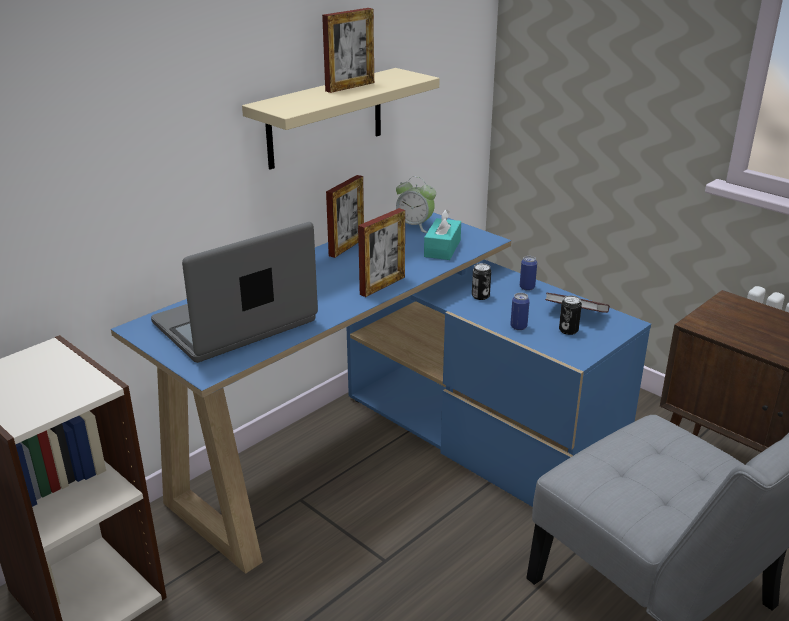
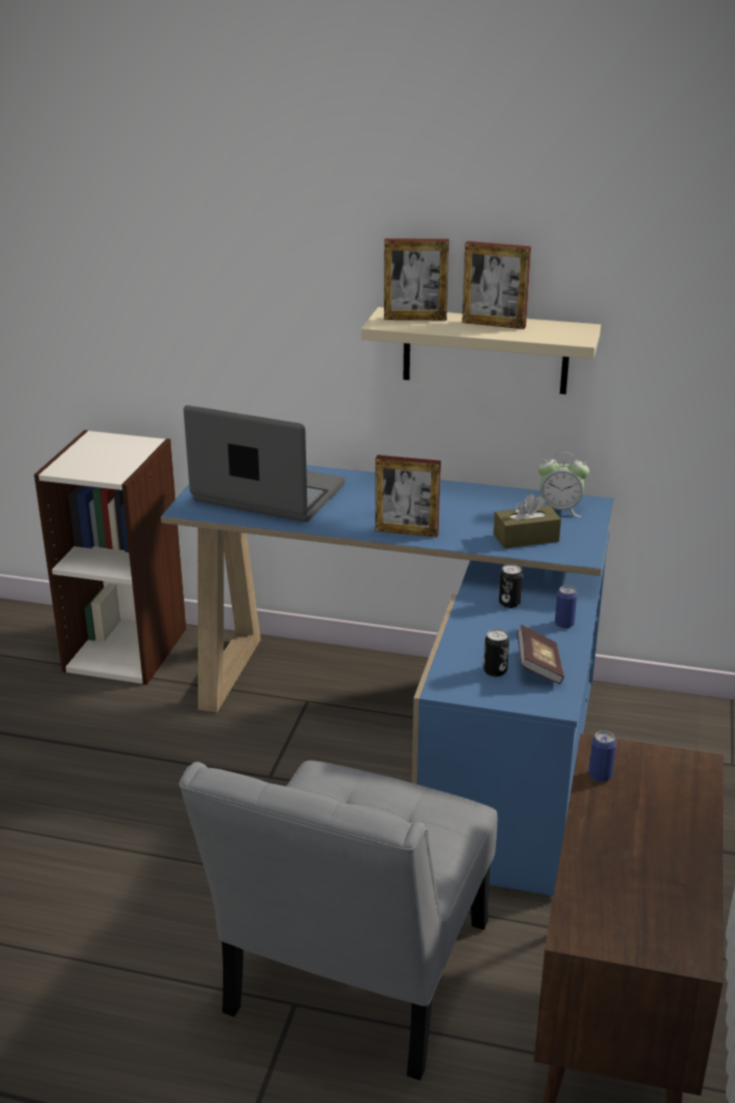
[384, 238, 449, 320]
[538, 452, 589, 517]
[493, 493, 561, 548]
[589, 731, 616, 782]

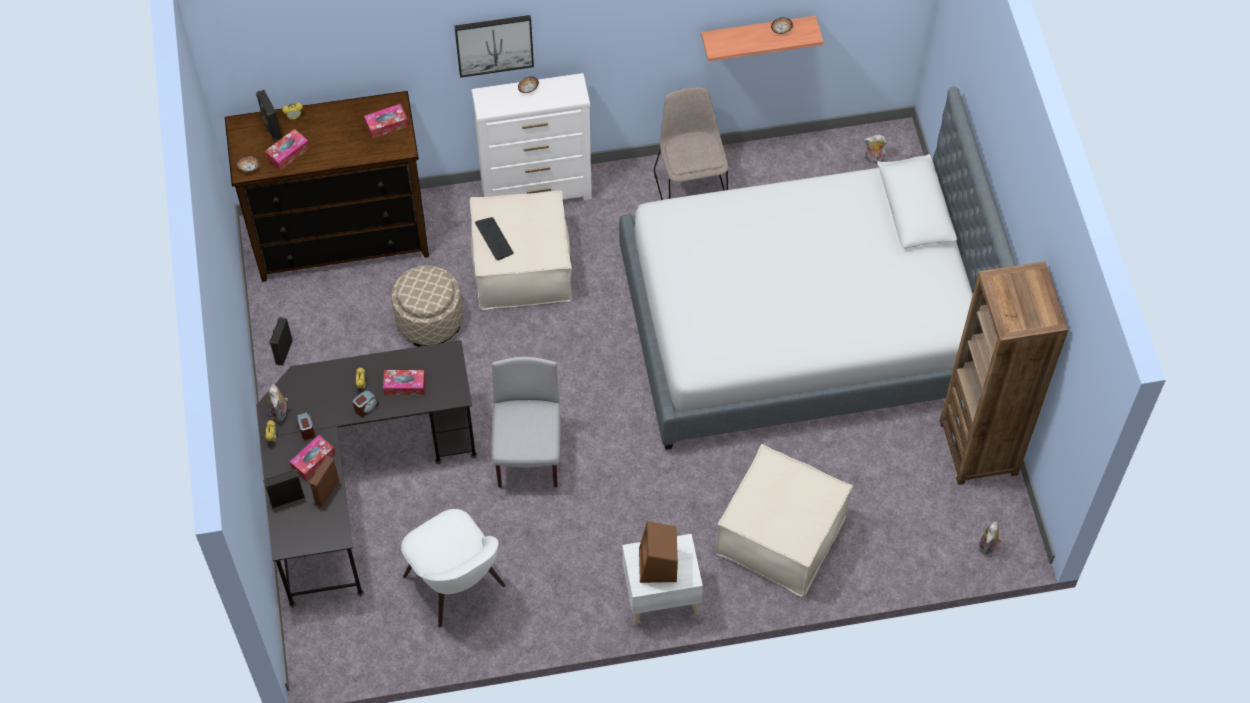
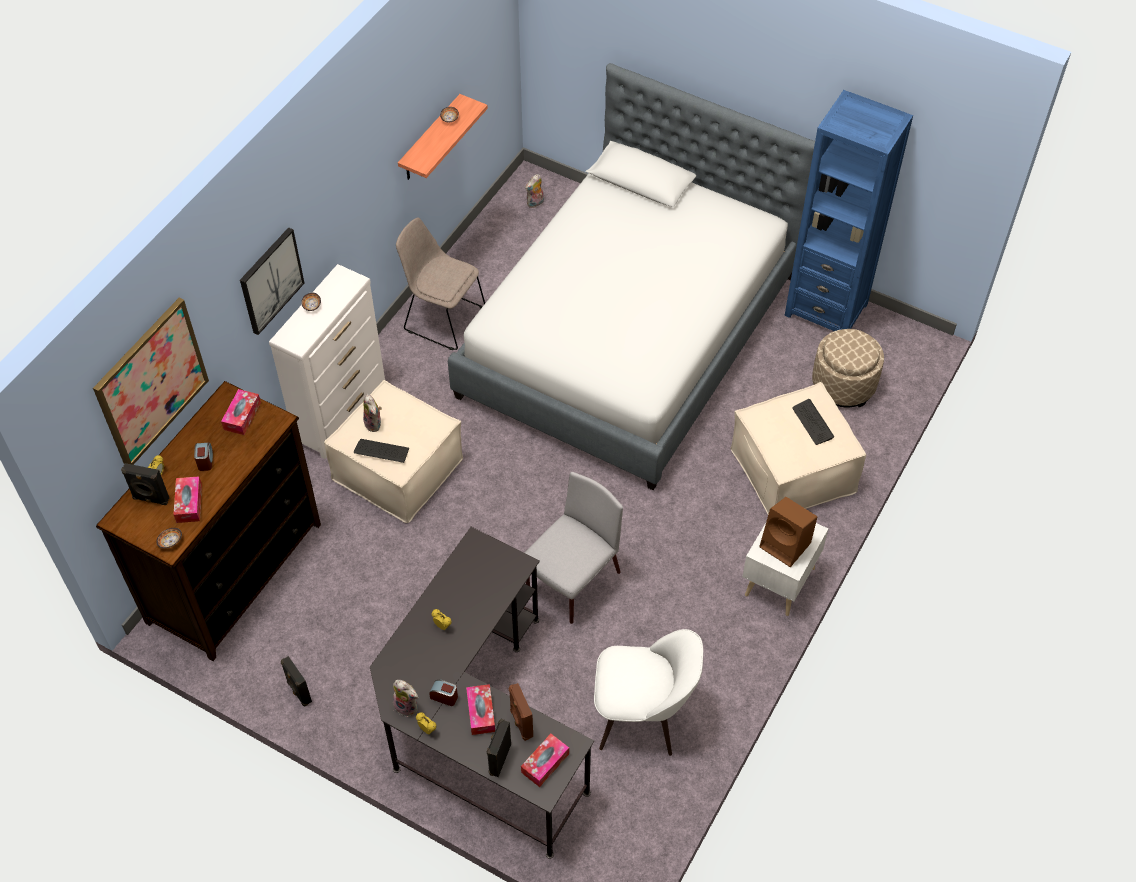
[194, 443, 213, 471]
[521, 734, 569, 787]
[812, 329, 884, 407]
[525, 472, 623, 624]
[785, 90, 913, 331]
[363, 394, 382, 432]
[93, 297, 209, 465]
[792, 399, 834, 445]

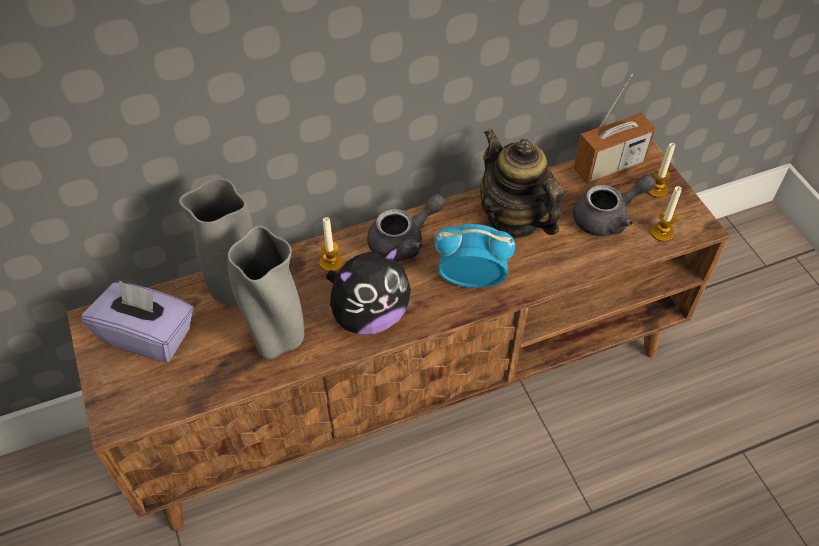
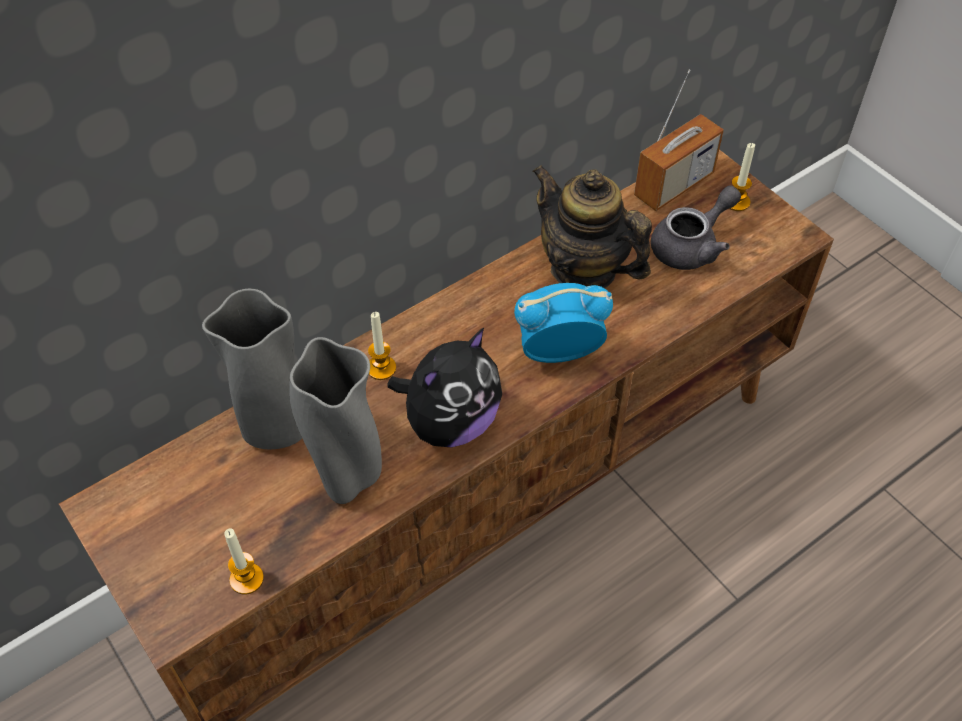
[81, 280, 193, 363] (first image)
[367, 194, 445, 262] (first image)
[225, 528, 264, 595]

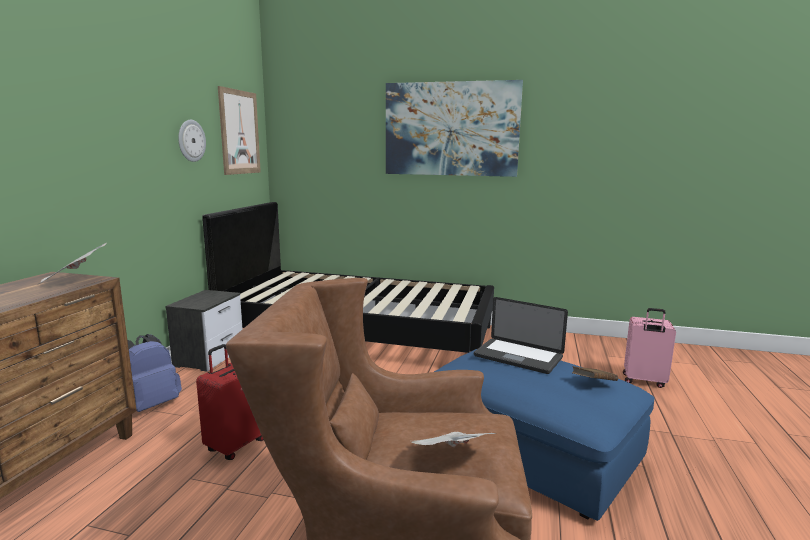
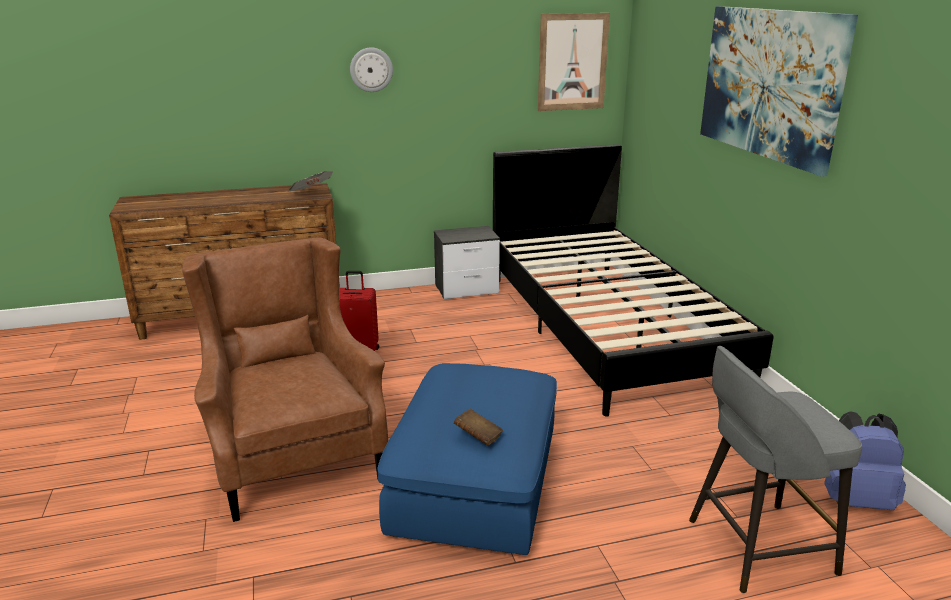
[824, 411, 906, 510]
[350, 47, 393, 92]
[411, 432, 499, 447] (first image)
[474, 297, 568, 374] (first image)
[689, 346, 862, 593]

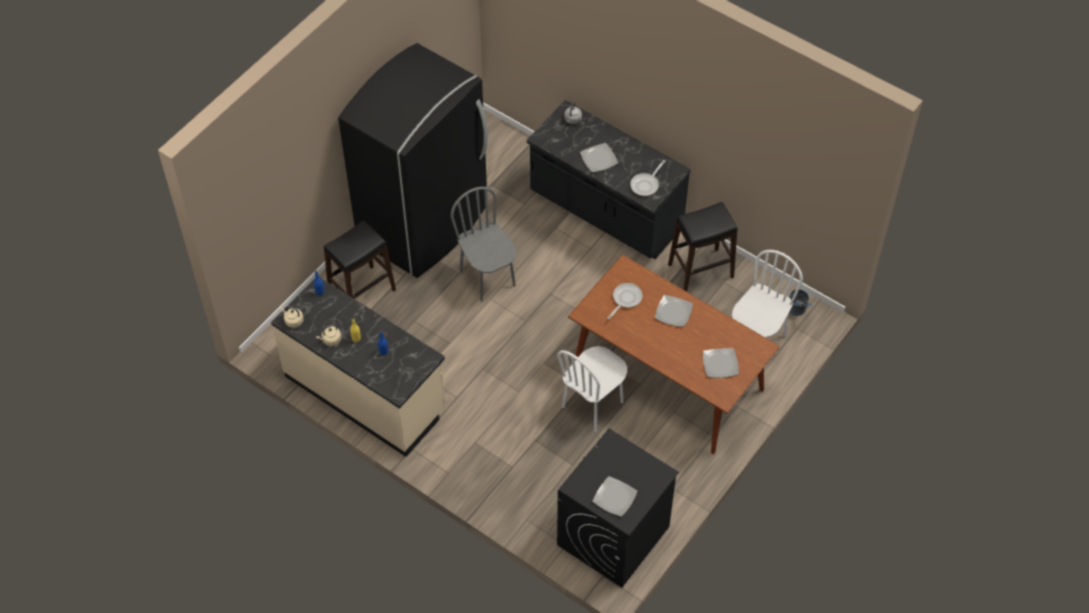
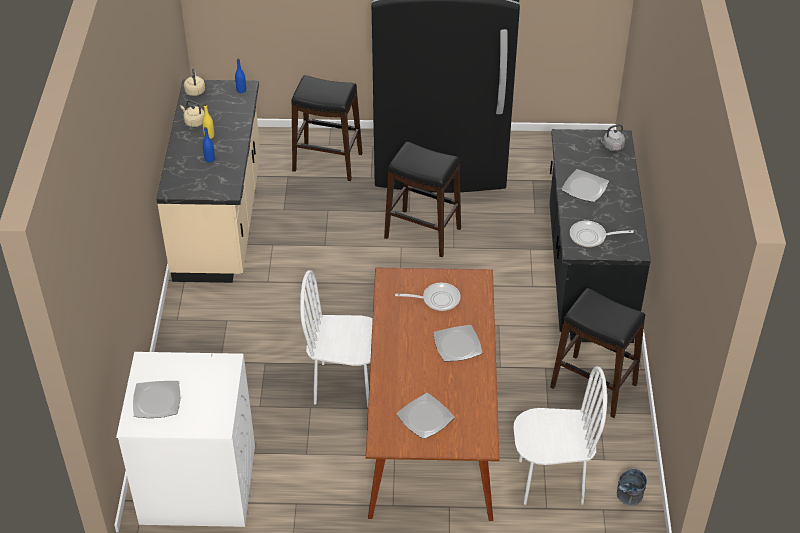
[384, 142, 461, 257]
[116, 352, 255, 527]

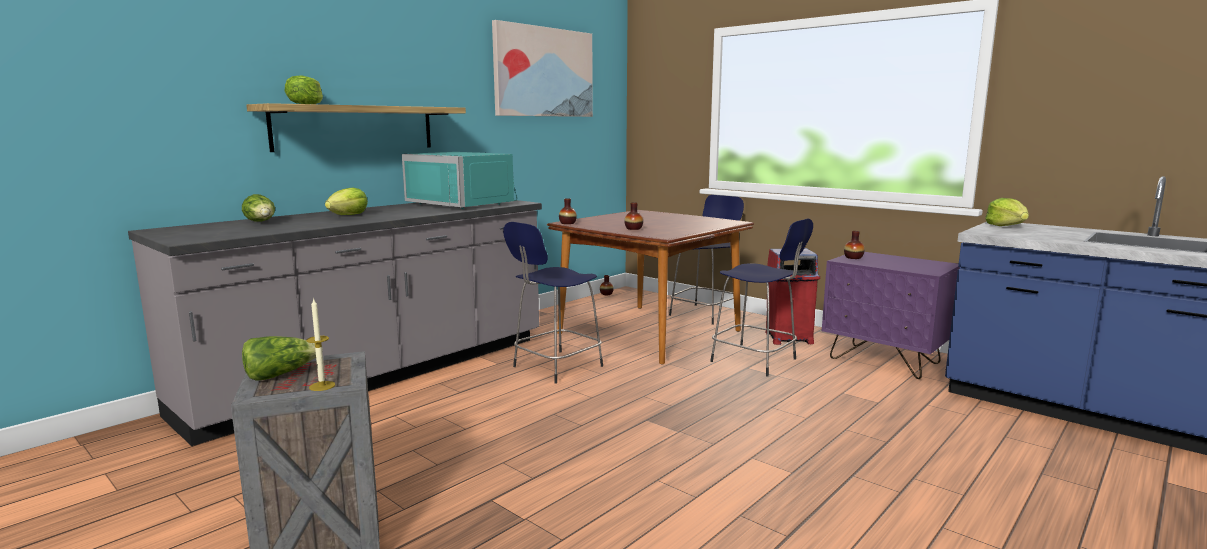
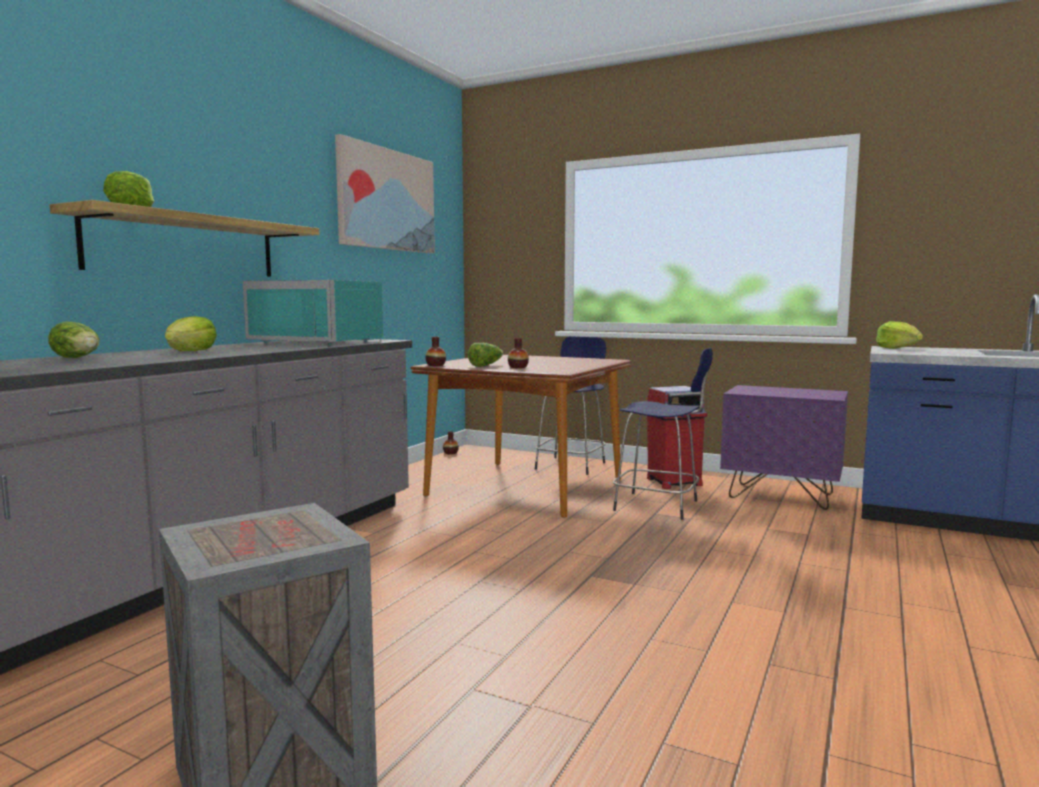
[468, 343, 503, 367]
[306, 298, 335, 391] (first image)
[503, 222, 603, 384] (first image)
[844, 231, 865, 259] (first image)

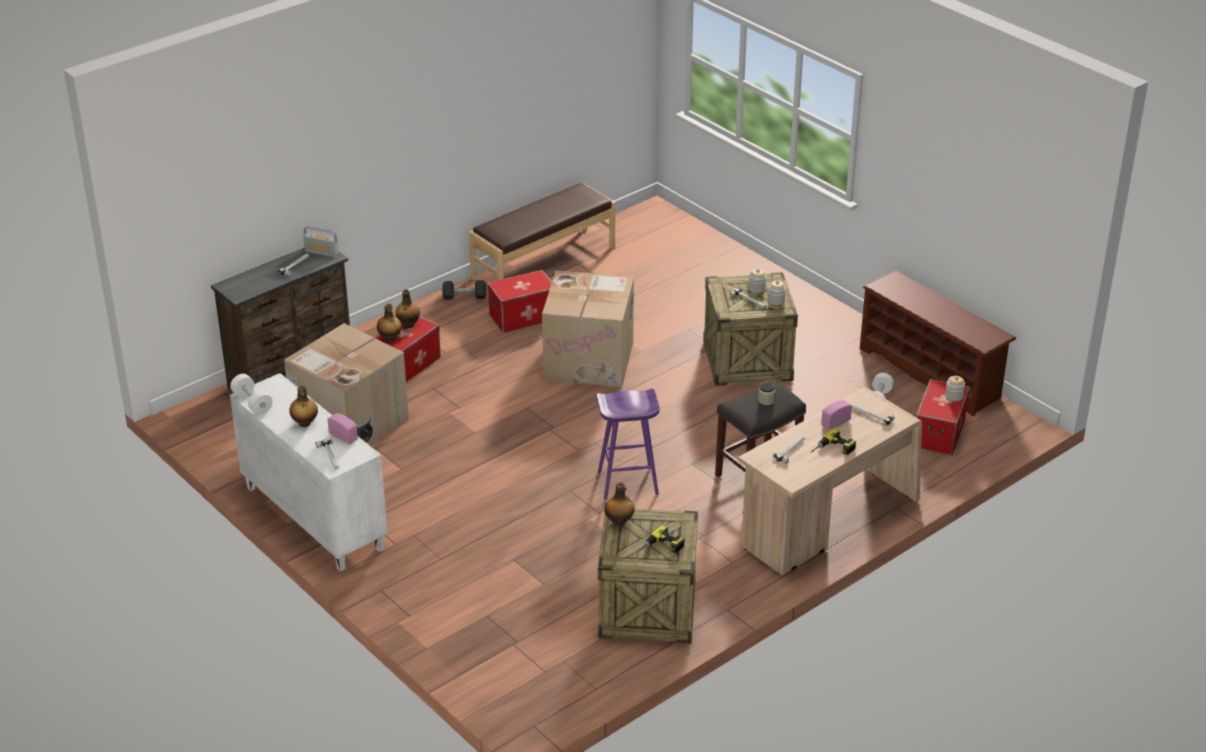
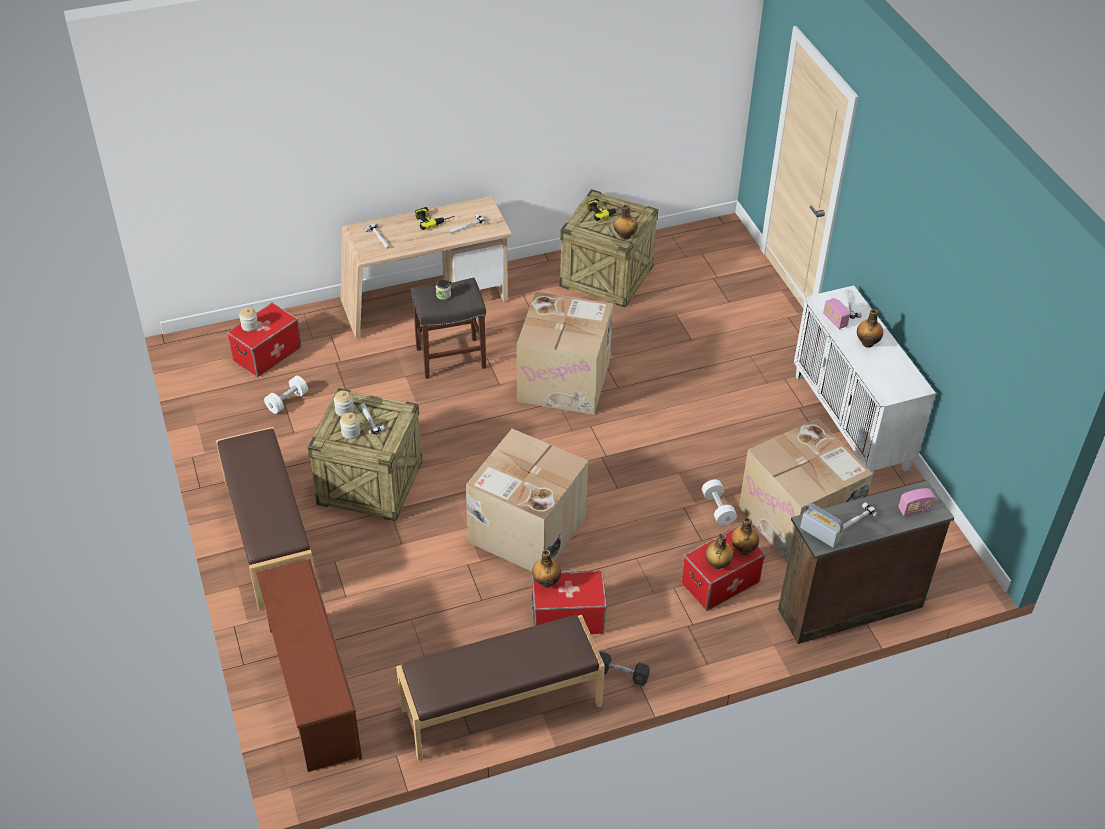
[702, 479, 737, 526]
[517, 291, 613, 415]
[898, 488, 936, 516]
[256, 559, 362, 772]
[216, 427, 316, 610]
[532, 550, 561, 588]

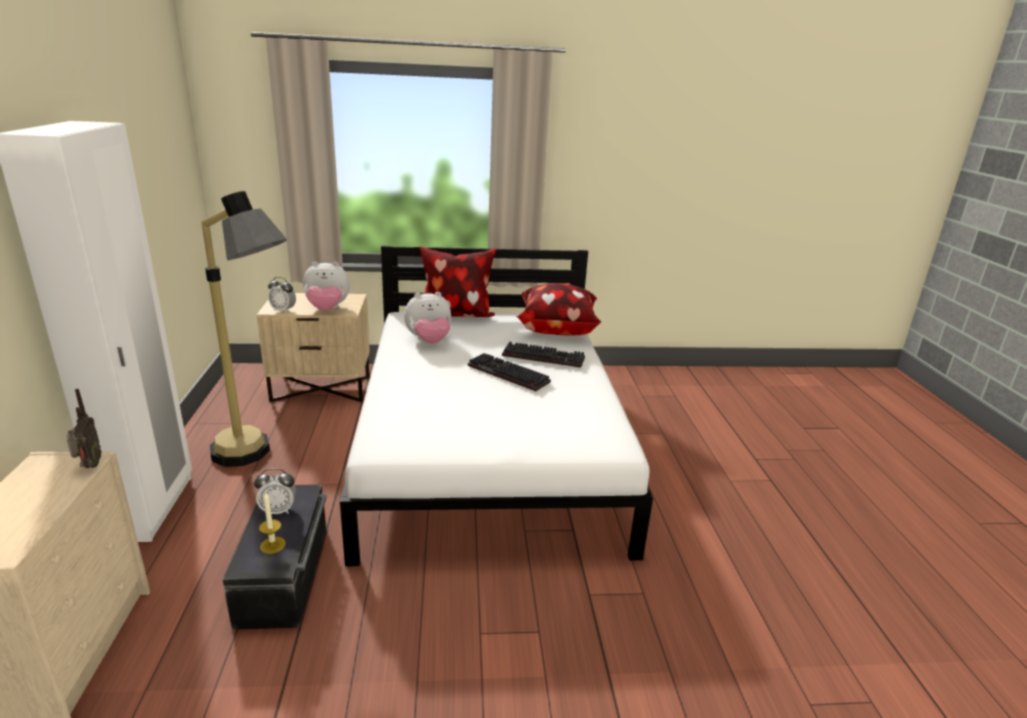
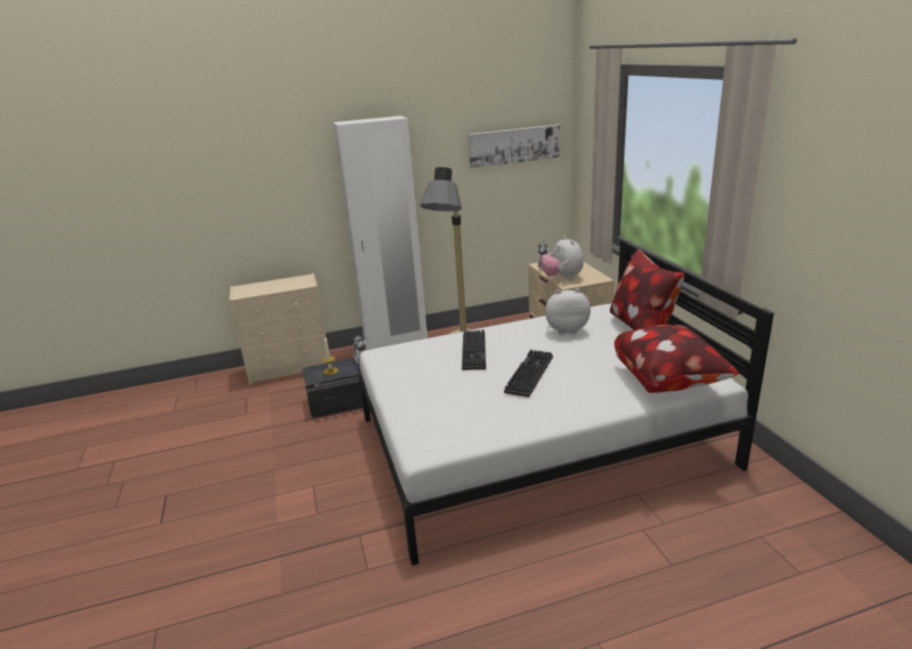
[67, 389, 101, 468] (first image)
[545, 289, 591, 335]
[462, 330, 486, 370]
[468, 124, 560, 168]

